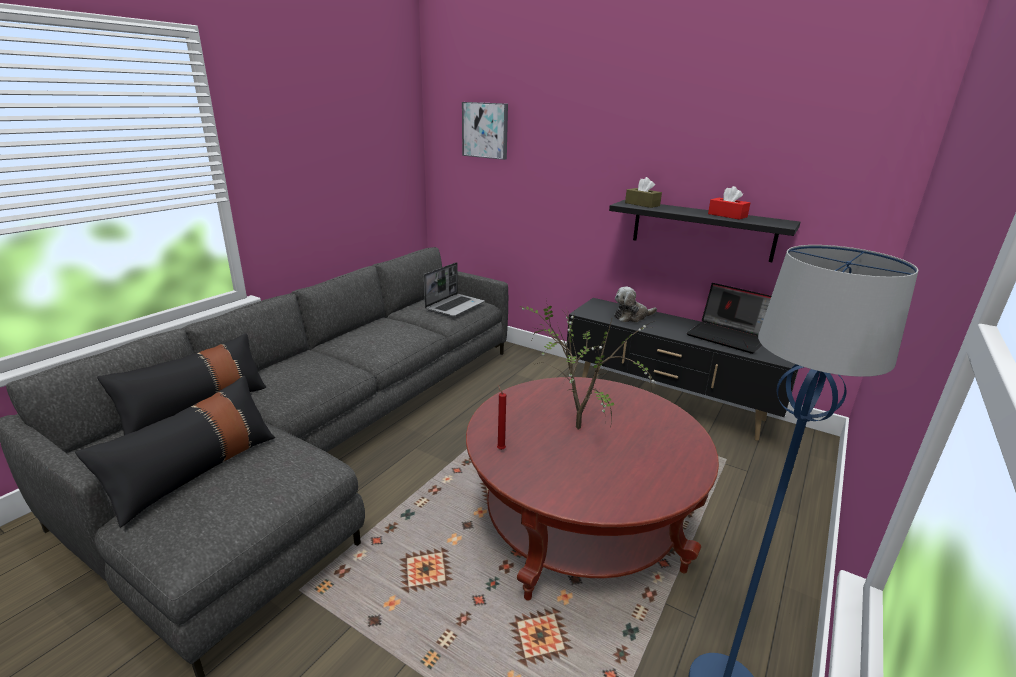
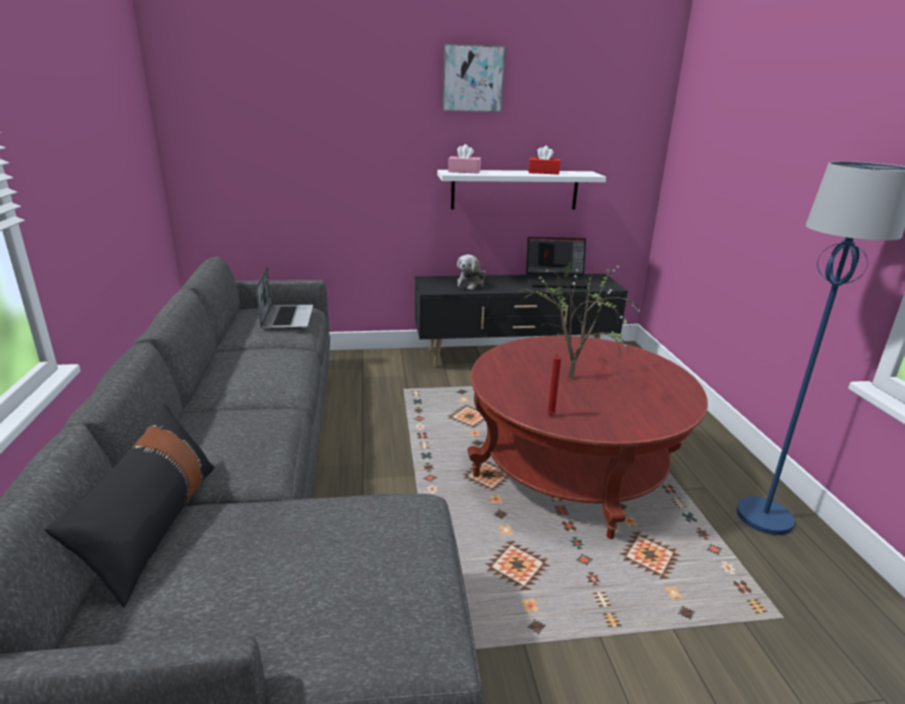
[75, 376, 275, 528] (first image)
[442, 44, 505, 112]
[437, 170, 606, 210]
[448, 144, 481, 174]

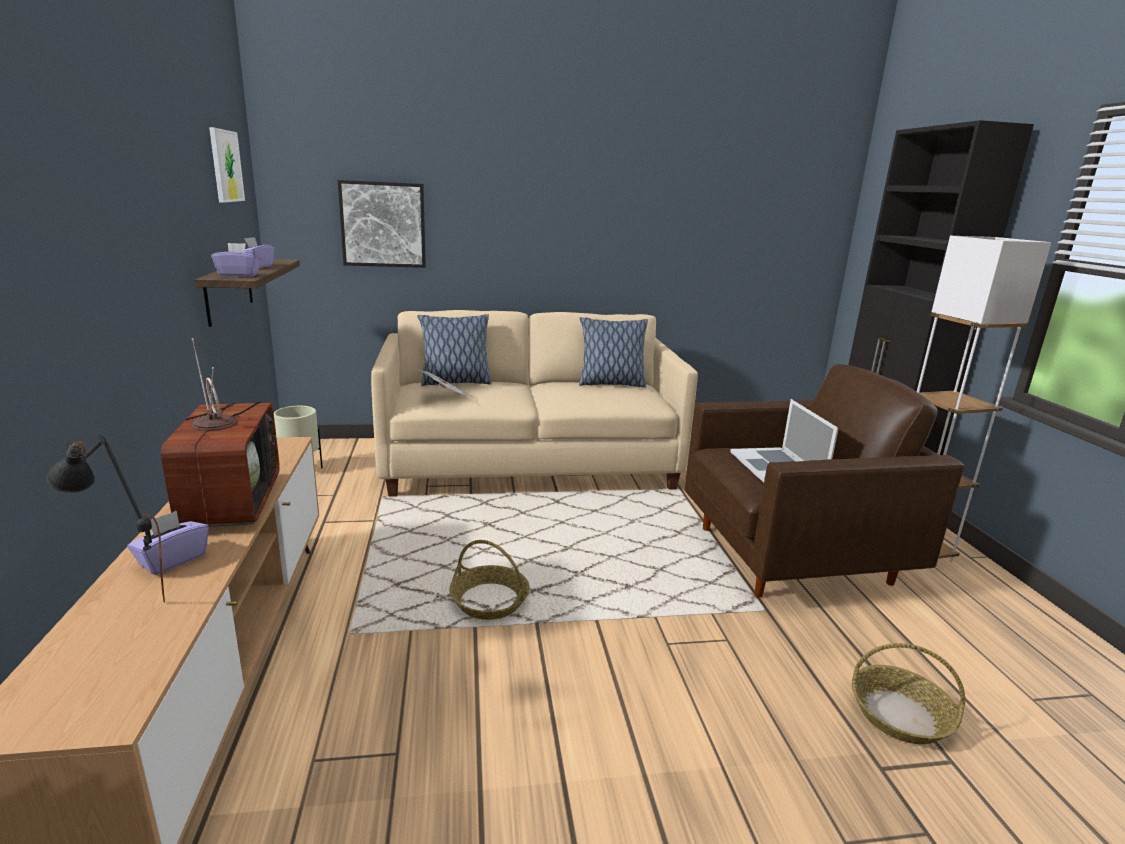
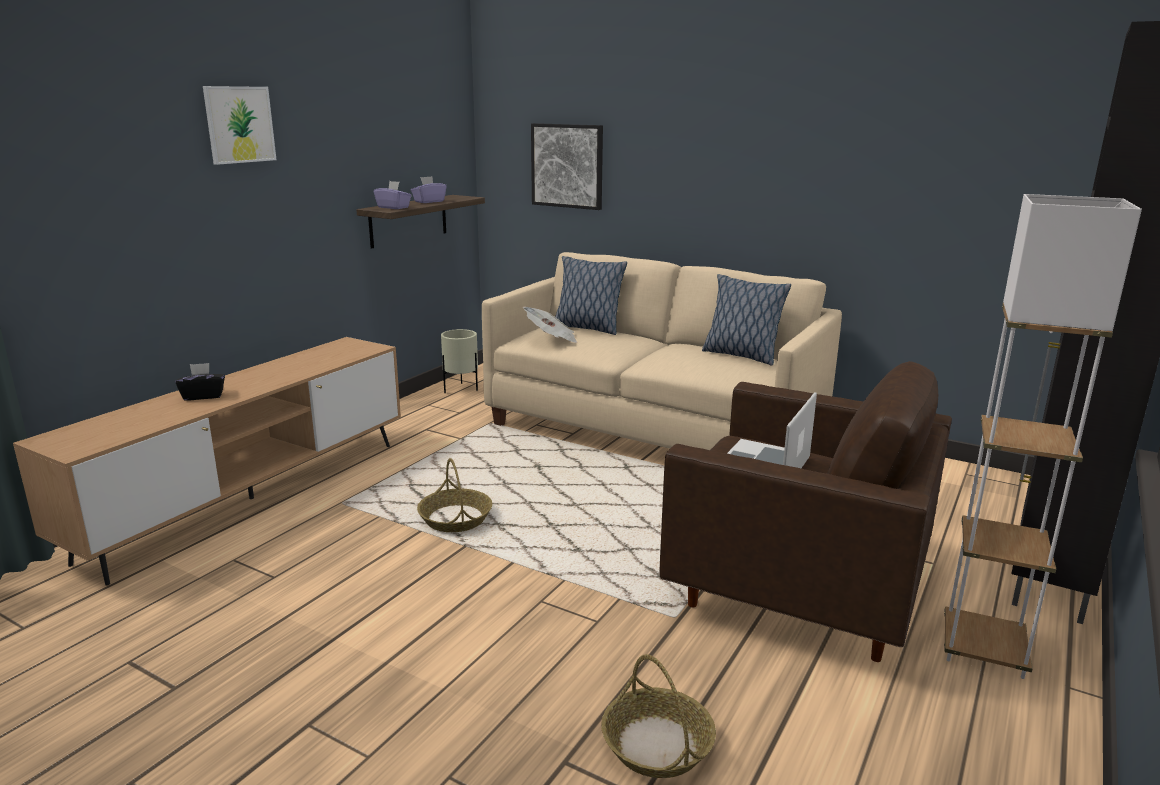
[46, 435, 165, 603] (first image)
[175, 363, 225, 401]
[161, 338, 280, 527] (first image)
[203, 86, 277, 165]

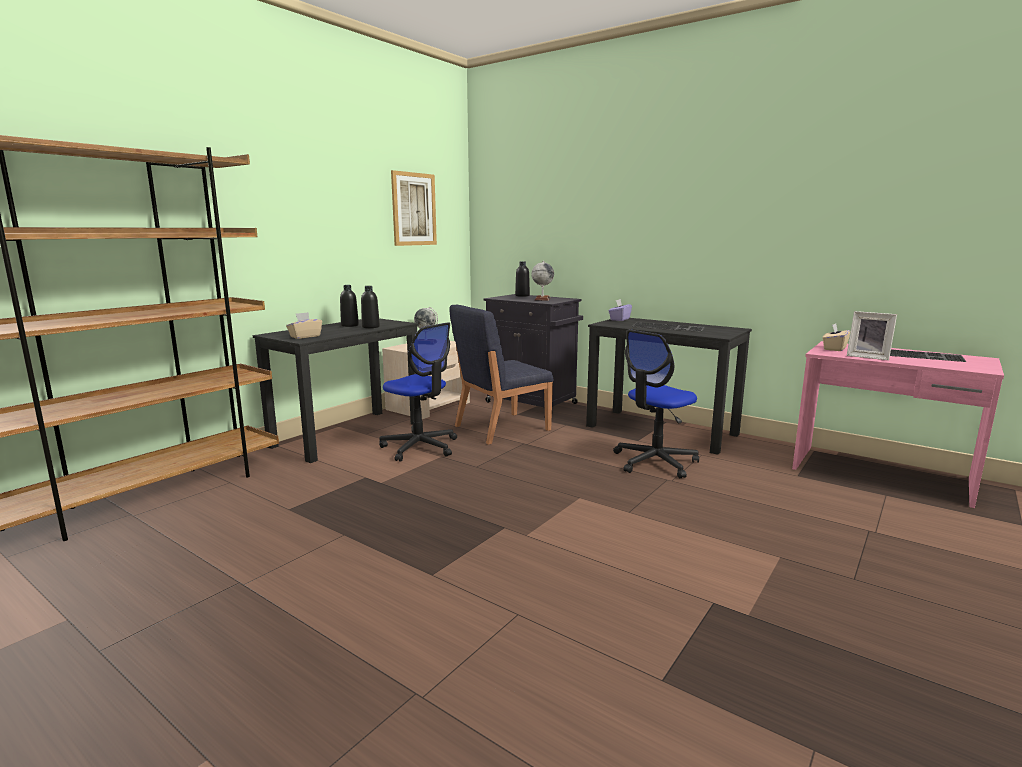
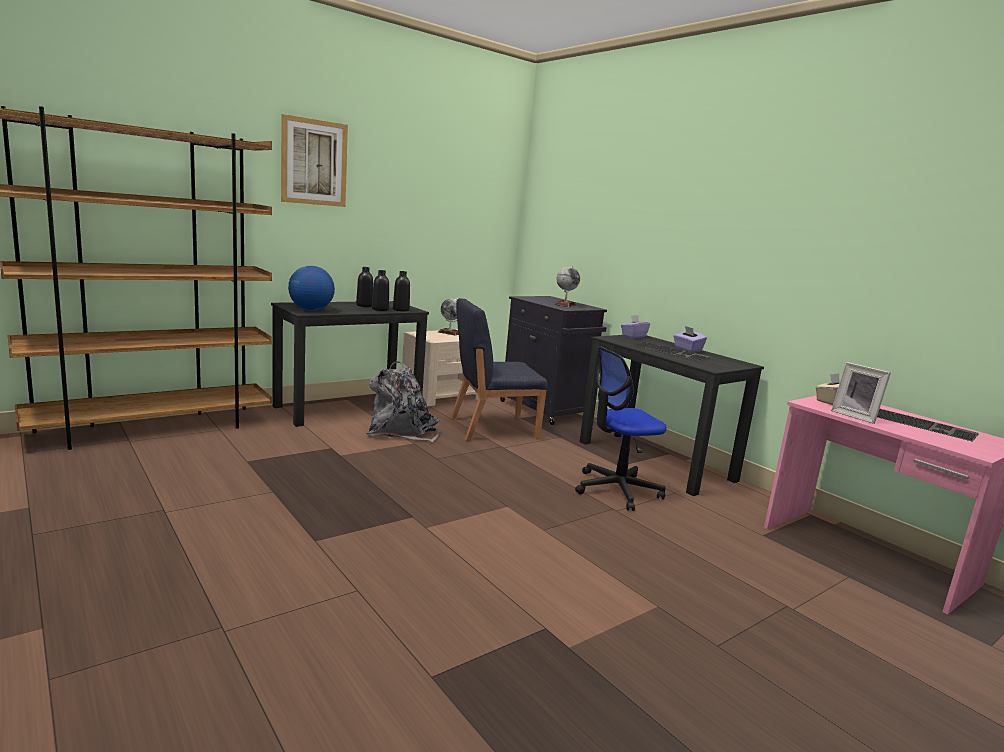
[288, 266, 335, 311]
[366, 361, 440, 442]
[281, 114, 348, 207]
[393, 271, 410, 311]
[674, 326, 707, 352]

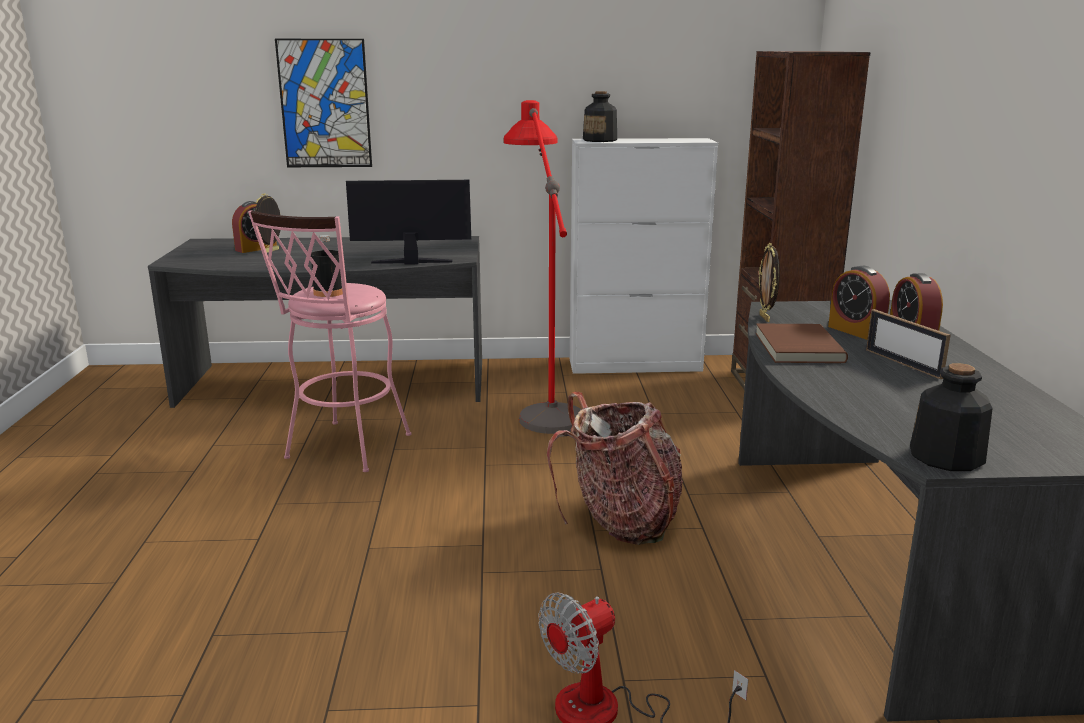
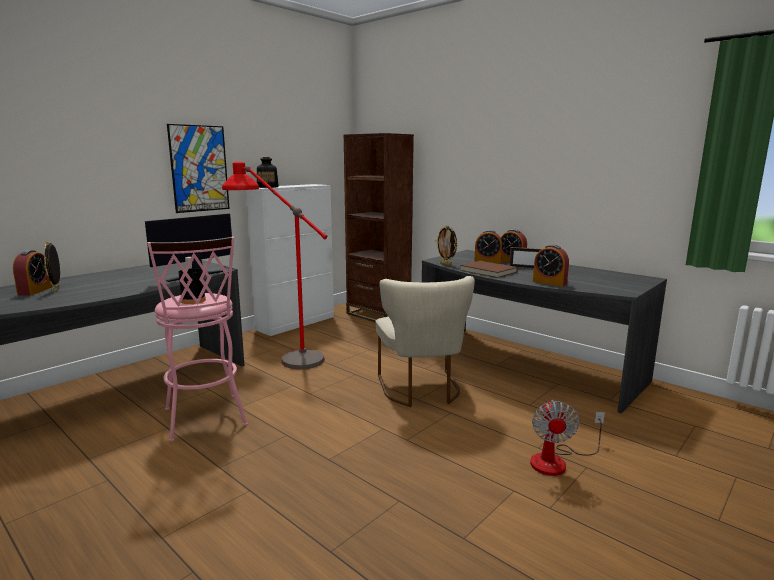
[167, 124, 230, 213]
[376, 276, 475, 407]
[910, 363, 993, 471] (first image)
[533, 245, 569, 287]

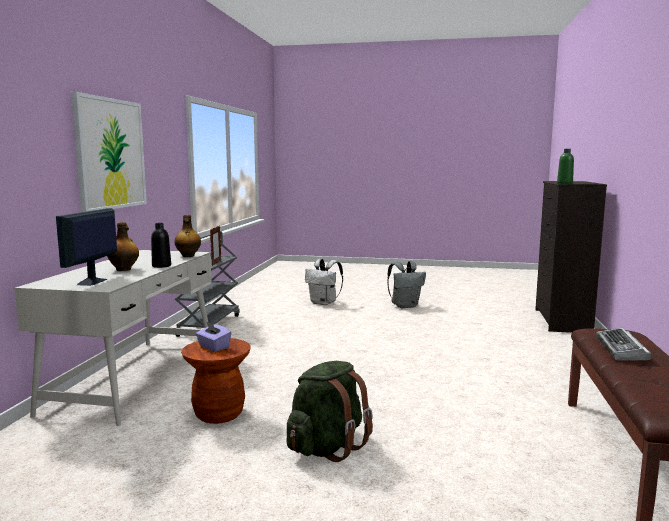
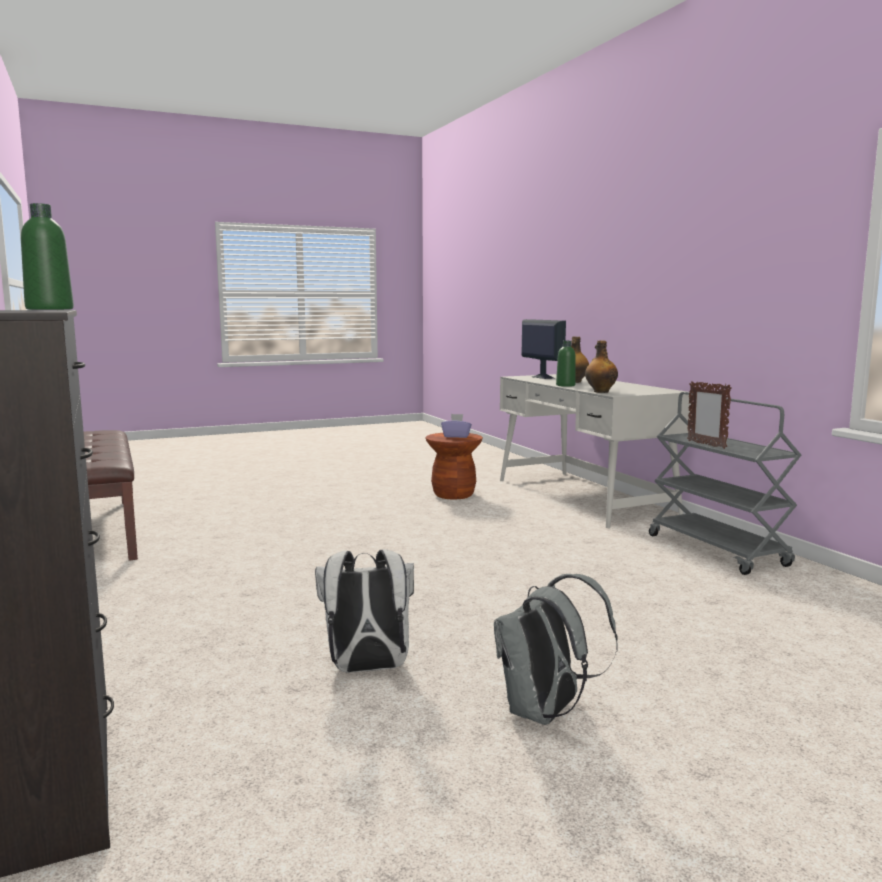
[71, 92, 147, 212] (first image)
[556, 341, 576, 387]
[287, 361, 373, 462] (first image)
[315, 549, 414, 673]
[596, 328, 652, 361] (first image)

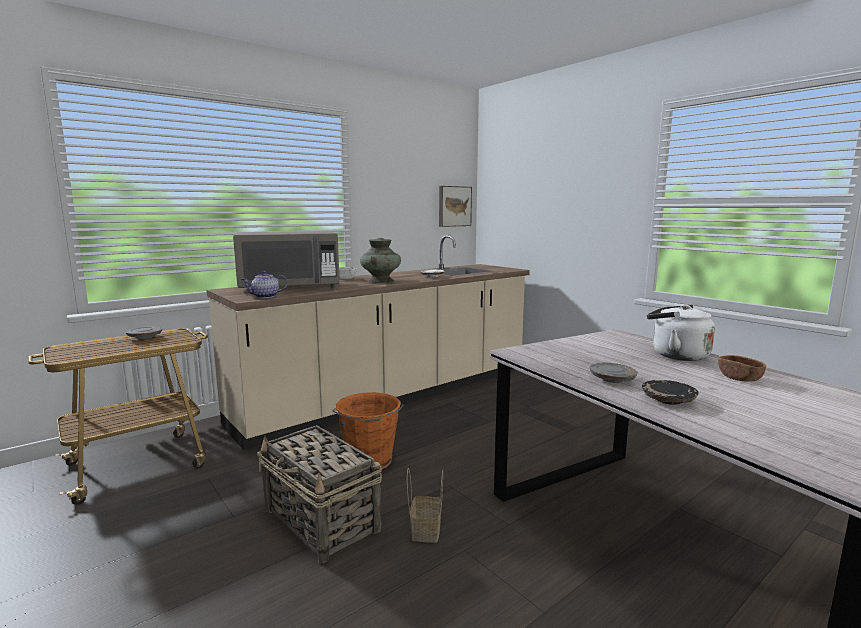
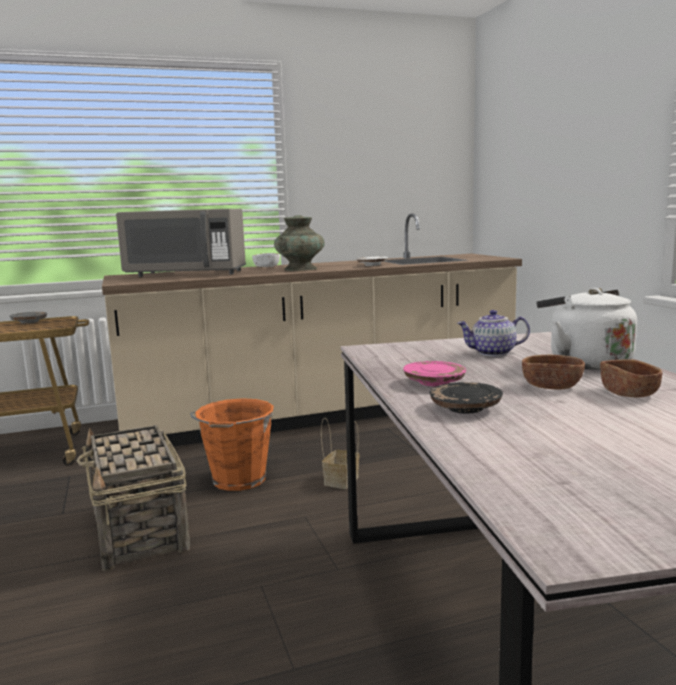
[457, 310, 530, 356]
[321, 418, 359, 489]
[439, 186, 472, 227] (first image)
[403, 361, 466, 387]
[522, 355, 585, 390]

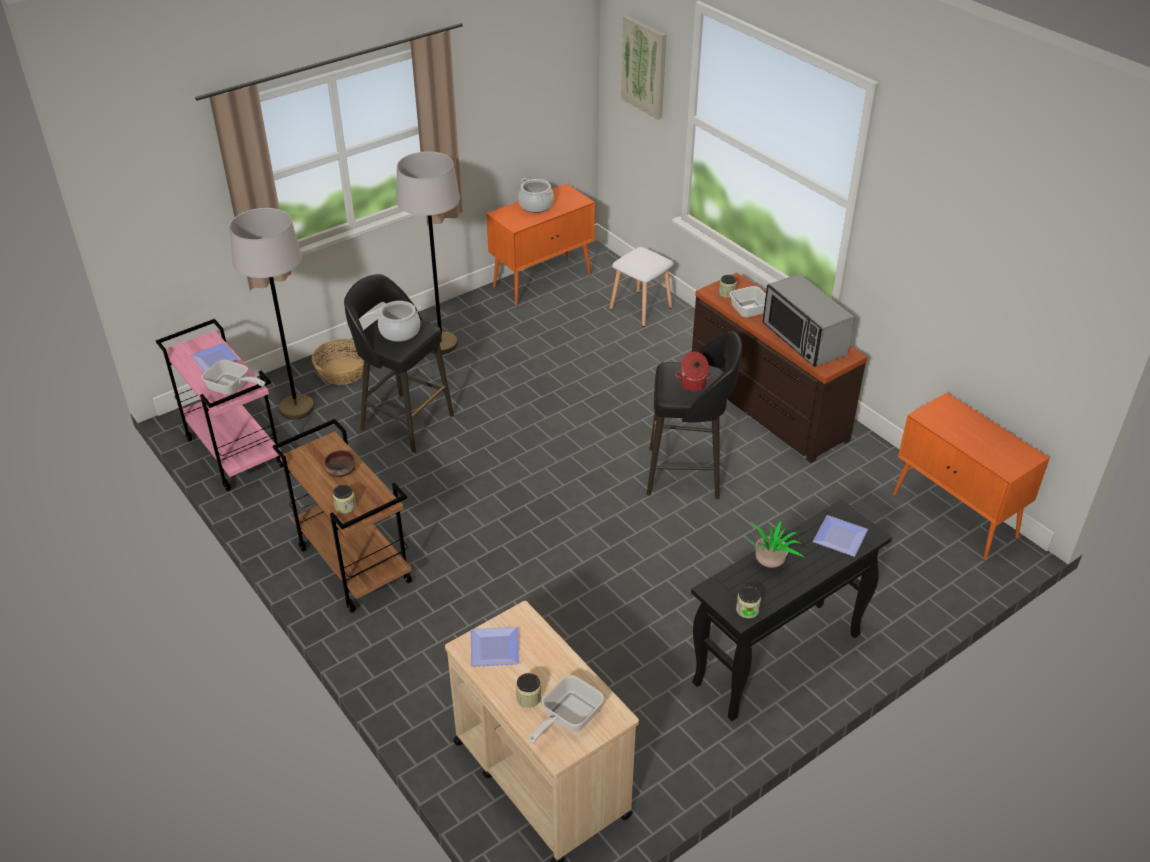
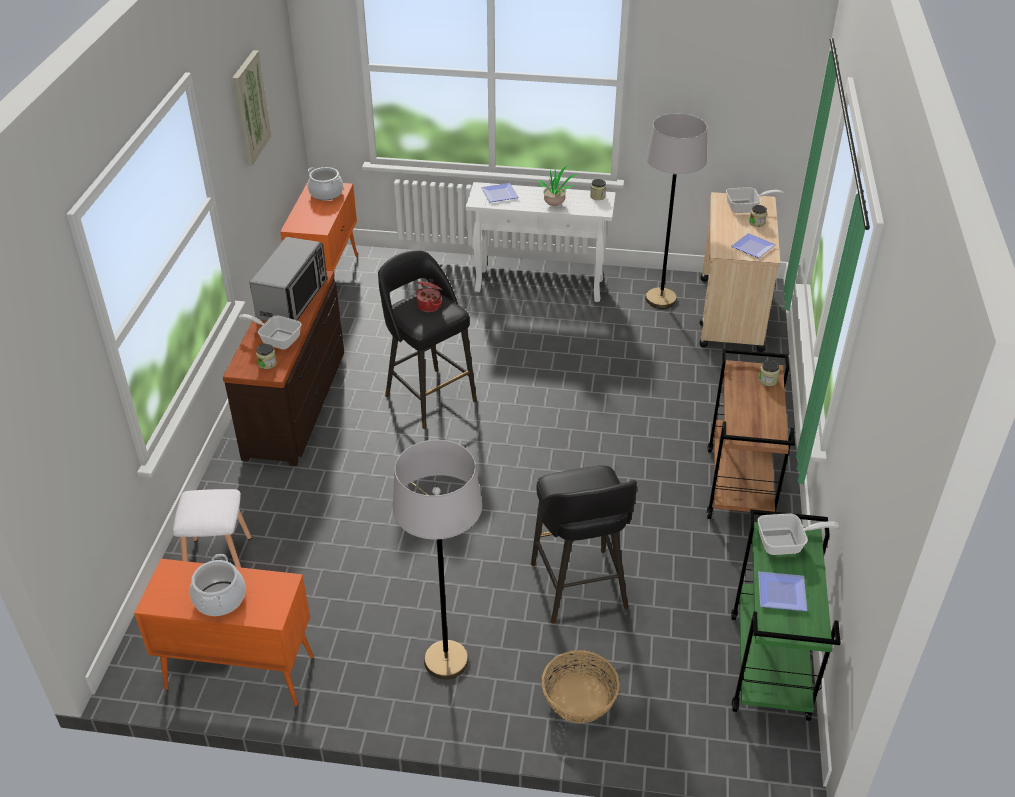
[731, 509, 841, 721]
[758, 513, 839, 555]
[646, 113, 707, 308]
[324, 450, 356, 477] (first image)
[307, 167, 343, 201]
[232, 50, 271, 166]
[466, 182, 616, 302]

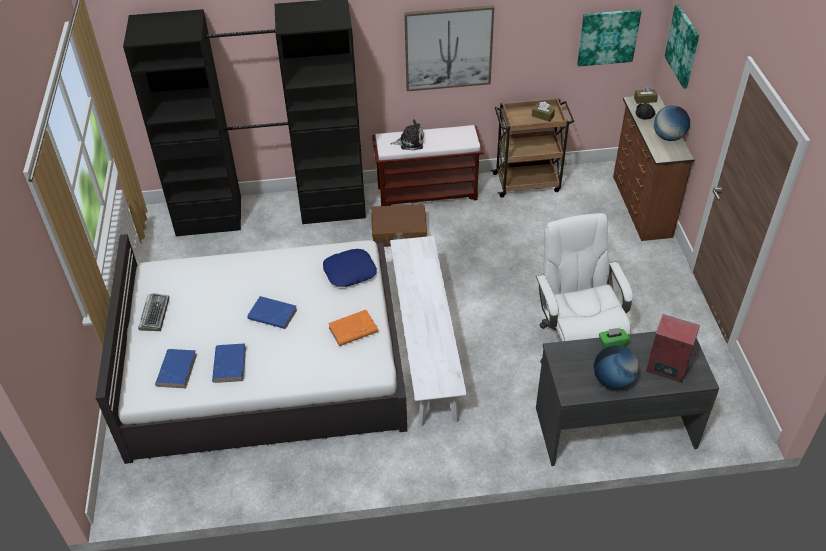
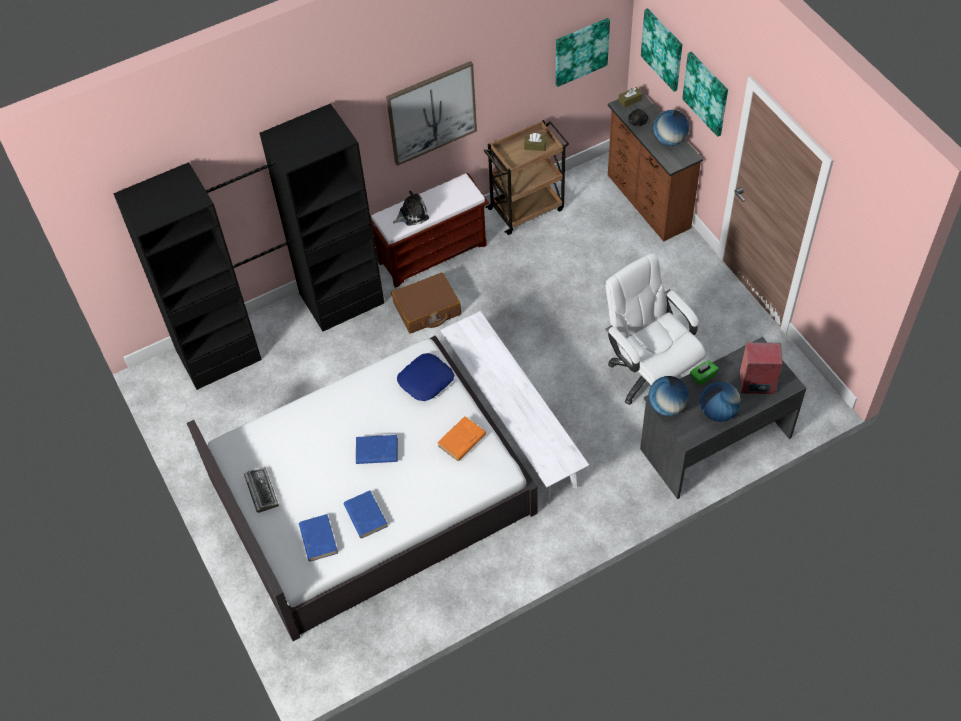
[648, 376, 689, 416]
[682, 52, 728, 137]

